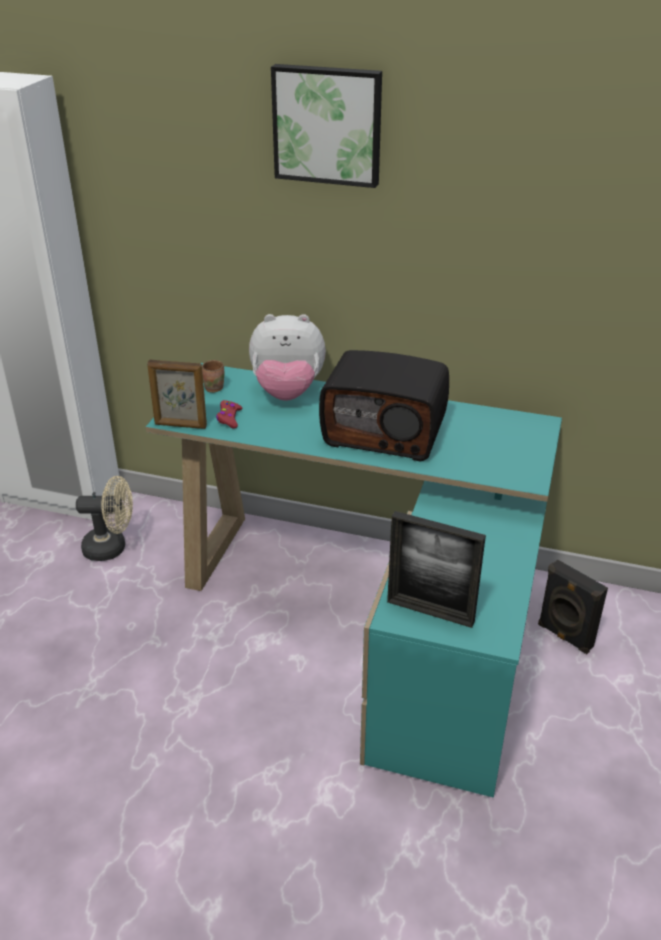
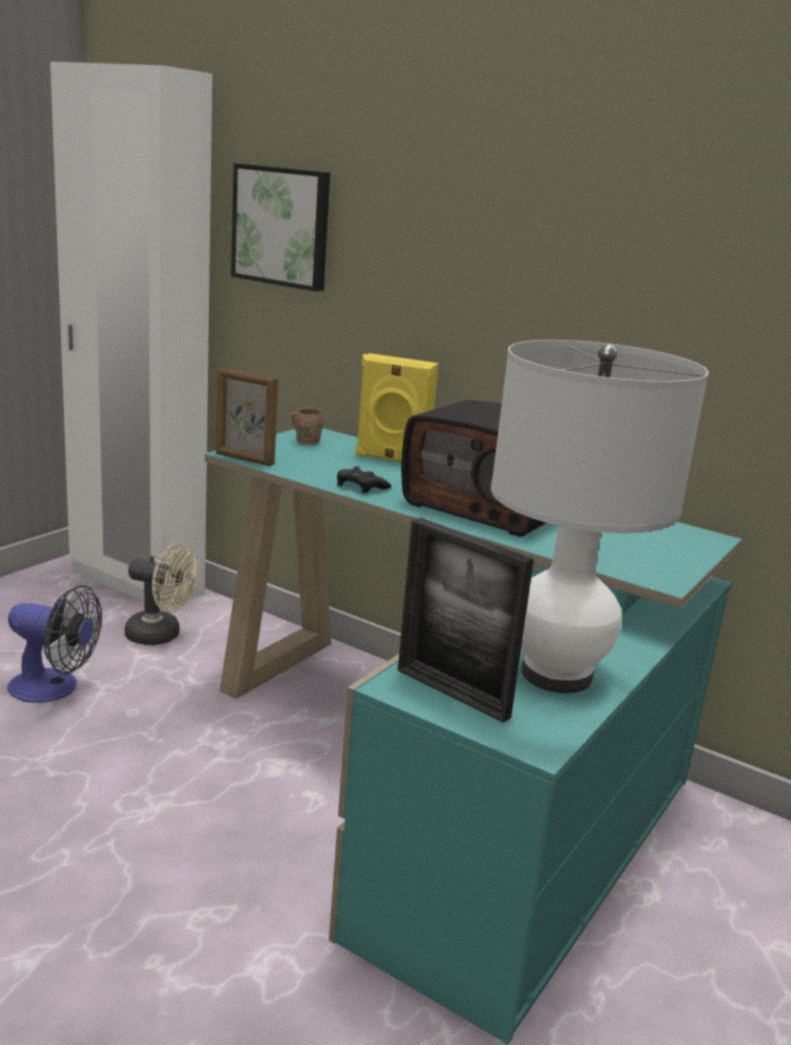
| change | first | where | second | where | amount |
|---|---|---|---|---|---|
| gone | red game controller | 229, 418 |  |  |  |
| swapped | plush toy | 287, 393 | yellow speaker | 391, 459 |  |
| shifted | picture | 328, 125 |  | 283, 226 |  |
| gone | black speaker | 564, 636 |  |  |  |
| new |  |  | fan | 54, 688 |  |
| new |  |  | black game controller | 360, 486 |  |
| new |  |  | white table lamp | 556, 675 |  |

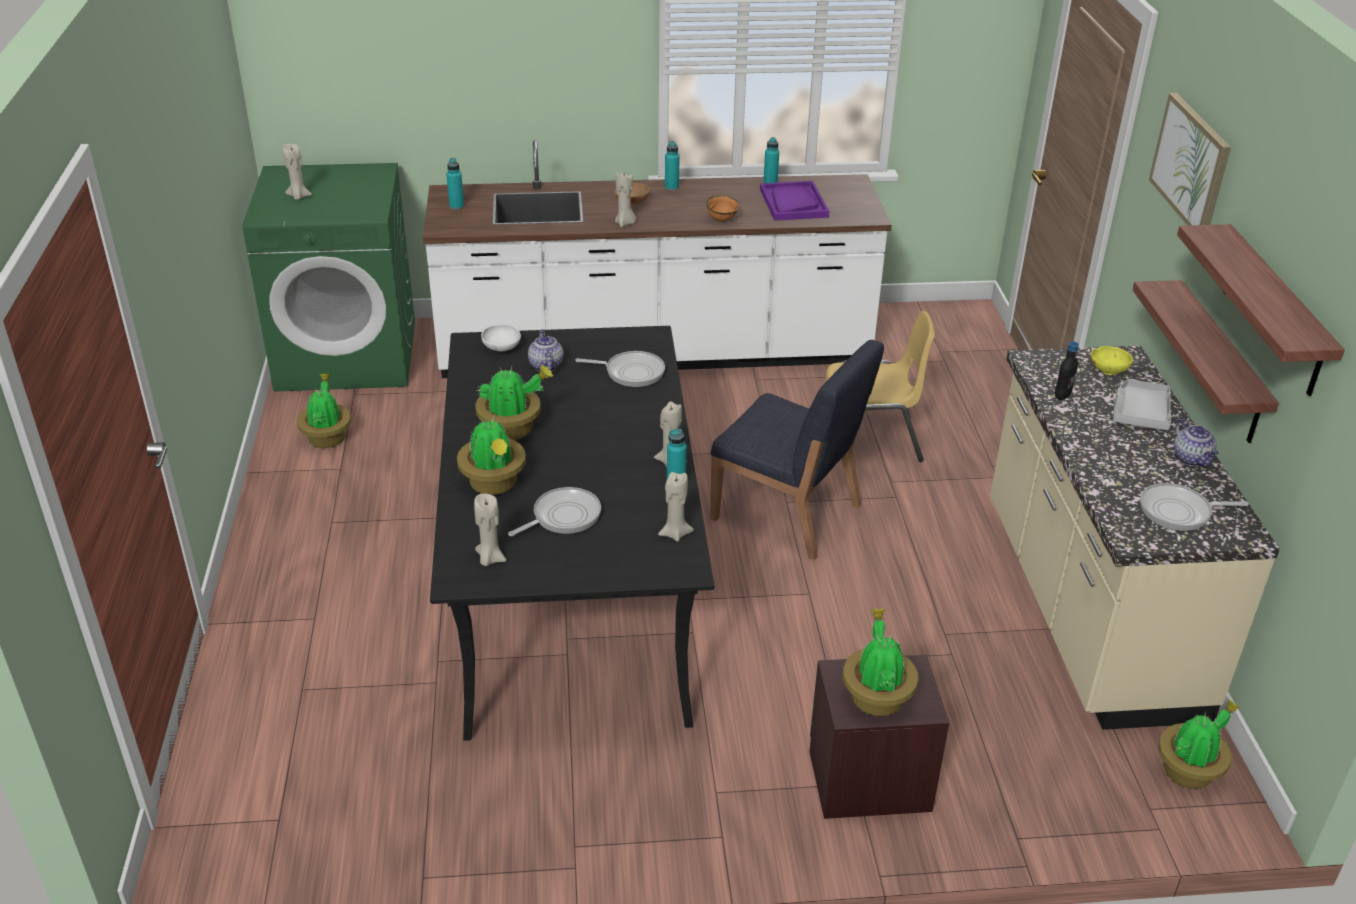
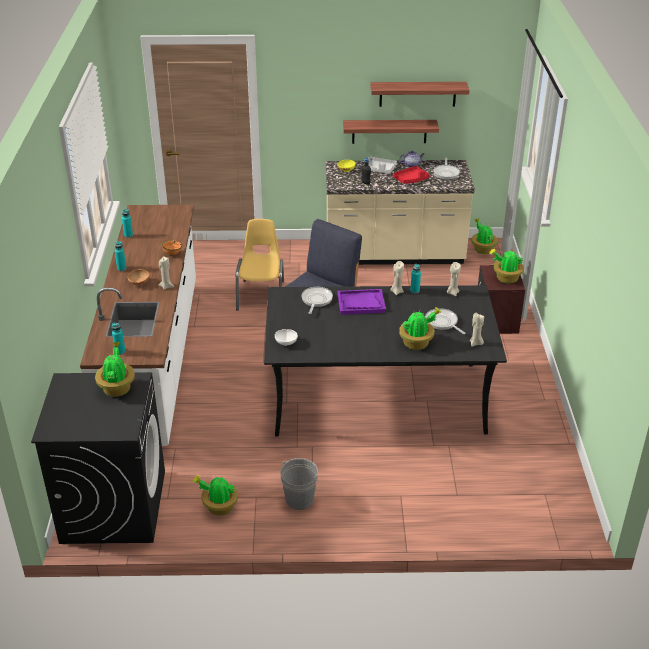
| change | first | where | second | where | amount |
|---|---|---|---|---|---|
| repainted | green washing machine | 348, 355 | black washing machine | 113, 505 |  |
| gone | beige candle | 298, 196 |  |  |  |
| shifted | potted plant | 512, 429 |  | 117, 388 |  |
| gone | teapot | 545, 365 |  |  |  |
| shifted | purple tray | 793, 203 |  | 361, 303 |  |
| gone | picture | 1191, 164 |  |  |  |
| new |  |  | grey bucket | 299, 499 |  |
| new |  |  | red tray | 411, 179 |  |

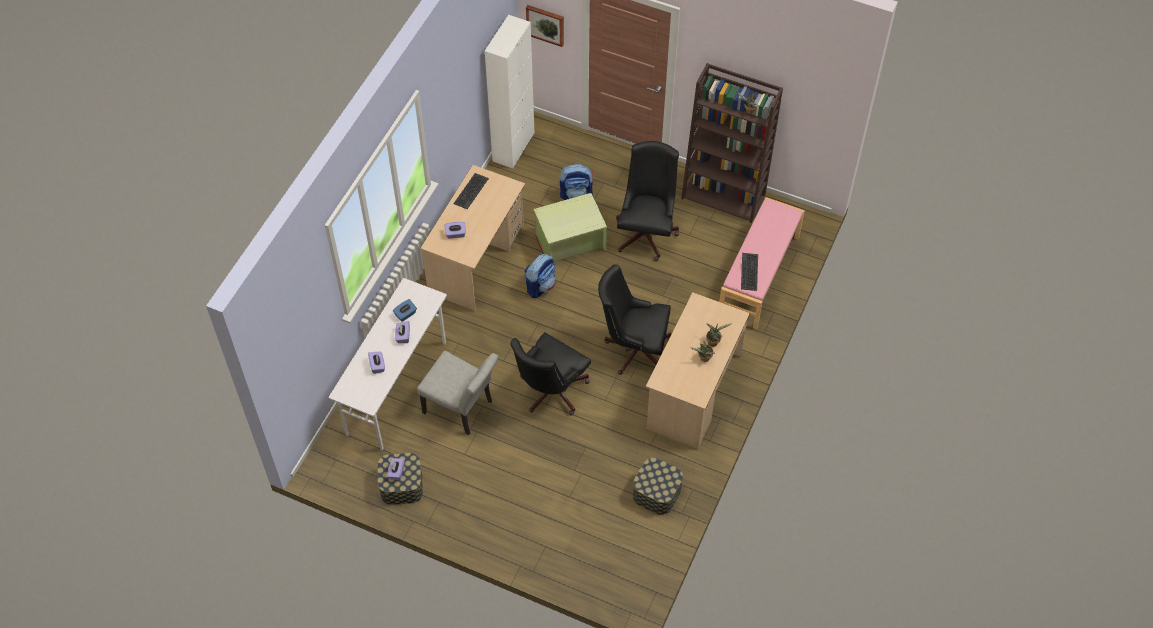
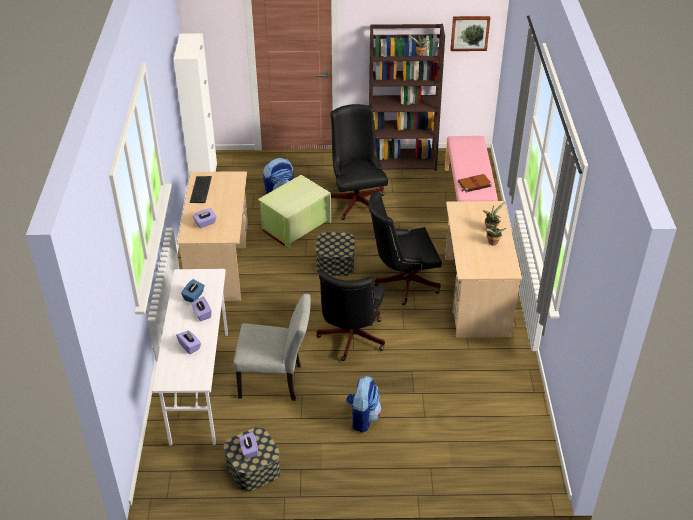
| change | first | where | second | where | amount |
|---|---|---|---|---|---|
| shifted | backpack | 540, 286 |  | 362, 417 |  |
| shifted | picture | 545, 24 |  | 469, 33 |  |
| shifted | storage box | 656, 492 |  | 335, 263 |  |
| swapped | keyboard | 750, 272 | brown book | 474, 184 |  |

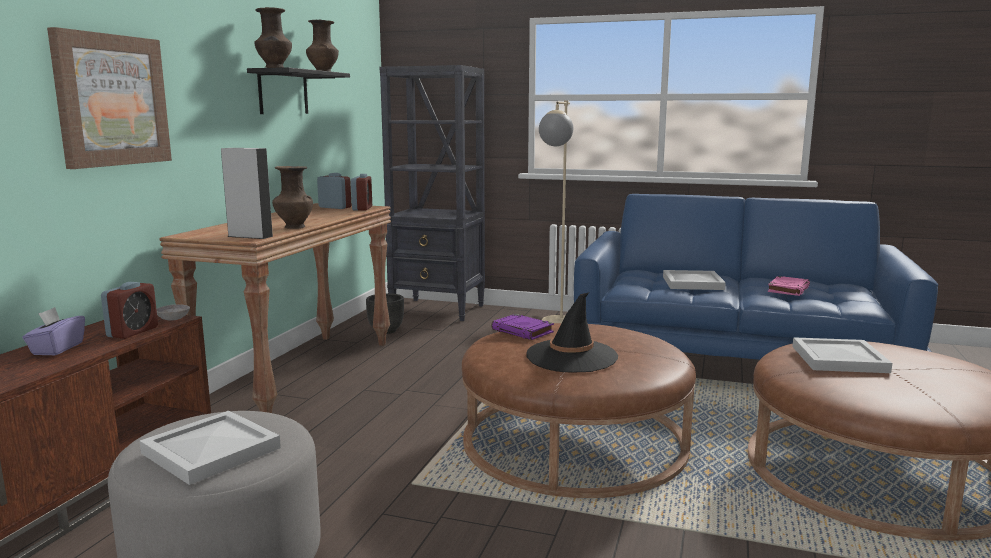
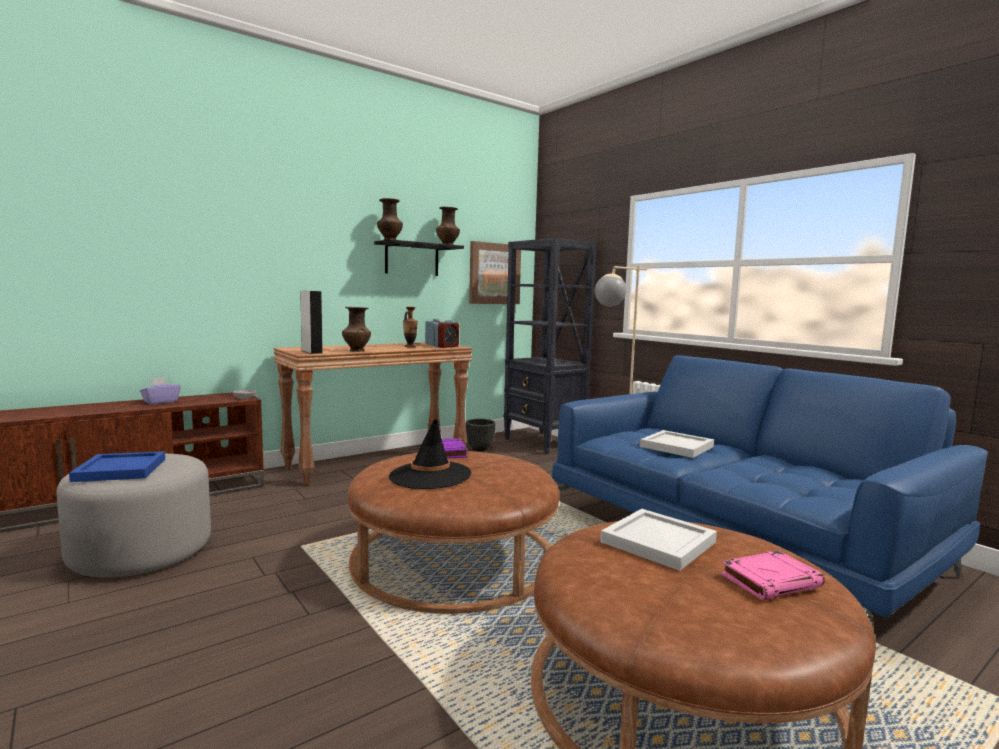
| change | first | where | second | where | amount |
|---|---|---|---|---|---|
| shifted | picture | 111, 100 |  | 494, 273 |  |
| gone | alarm clock | 133, 332 |  |  |  |
| repainted | white tray | 210, 451 | blue tray | 119, 470 |  |
| shifted | pink book | 788, 289 |  | 771, 581 |  |
| new |  |  | vase | 410, 346 |  |

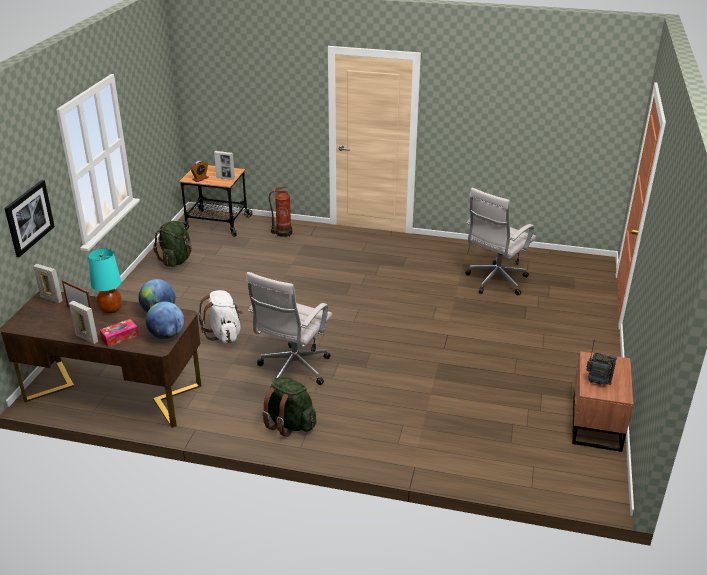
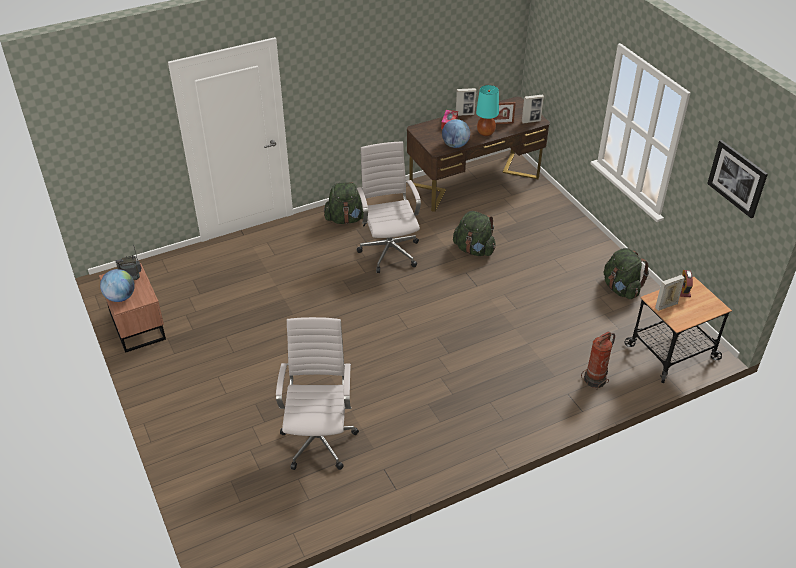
| change | first | where | second | where | amount |
|---|---|---|---|---|---|
| shifted | picture | 29, 217 |  | 737, 178 |  |
| shifted | globe | 167, 335 |  | 120, 297 |  |
| repainted | white backpack | 224, 334 | green backpack | 474, 250 |  |

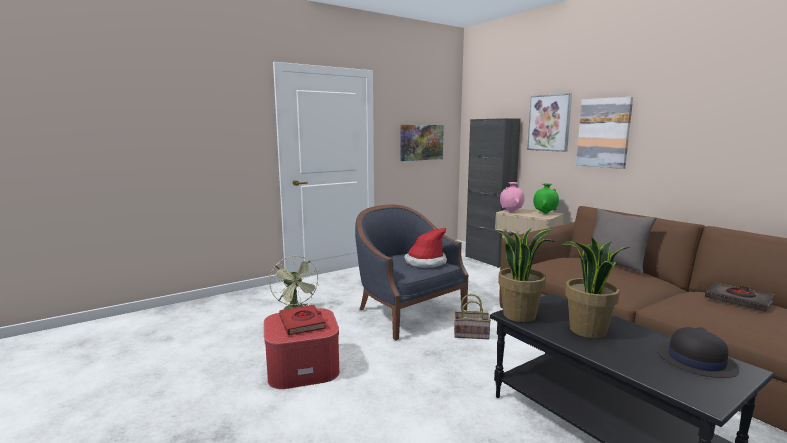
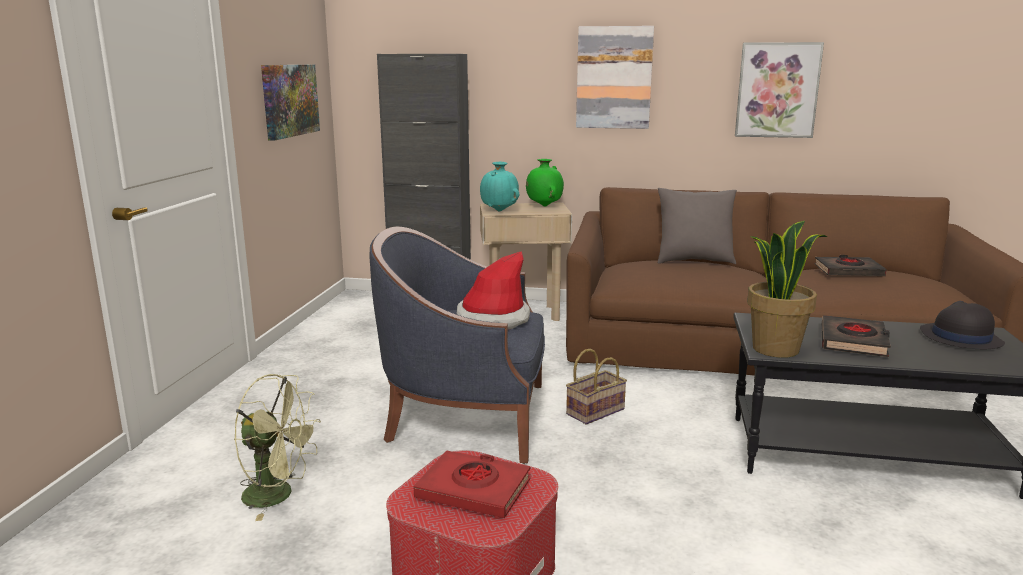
| change | first | where | second | where | amount |
|---|---|---|---|---|---|
| repainted | pink vase | 511, 211 | turquoise vase | 499, 211 |  |
| shifted | picture | 549, 123 |  | 777, 90 |  |
| swapped | potted plant | 587, 331 | black book | 853, 342 |  |

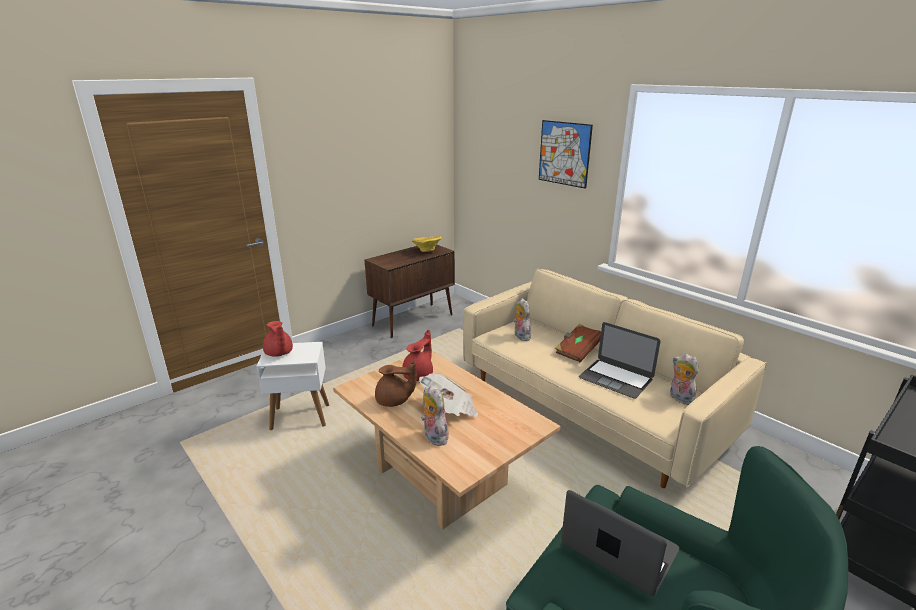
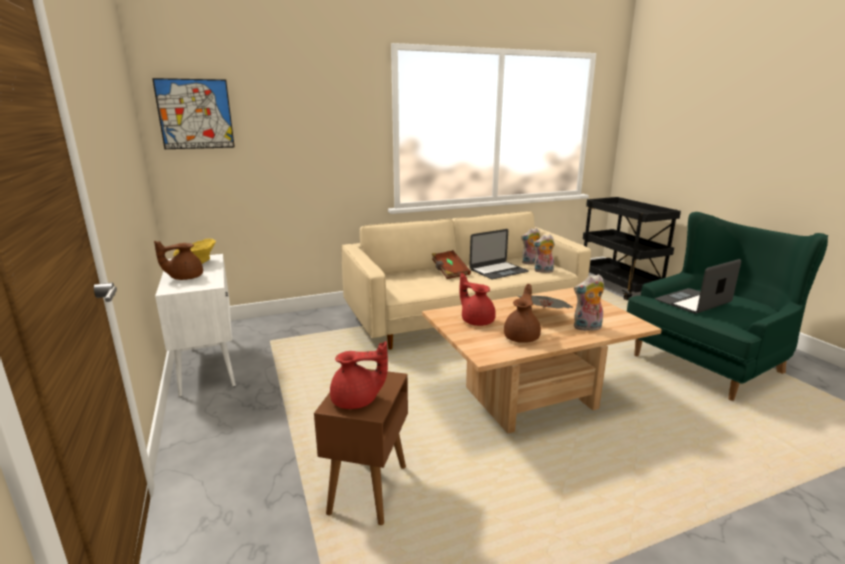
| change | first | where | second | where | amount |
|---|---|---|---|---|---|
| repainted | white side table | 299, 417 | brown side table | 368, 490 |  |
| repainted | brown cabinet | 413, 320 | white cabinet | 208, 364 |  |
| shifted | plush toy | 520, 336 |  | 543, 271 |  |
| shifted | picture | 564, 153 |  | 195, 114 |  |
| new |  |  | brown teapot | 185, 277 |  |

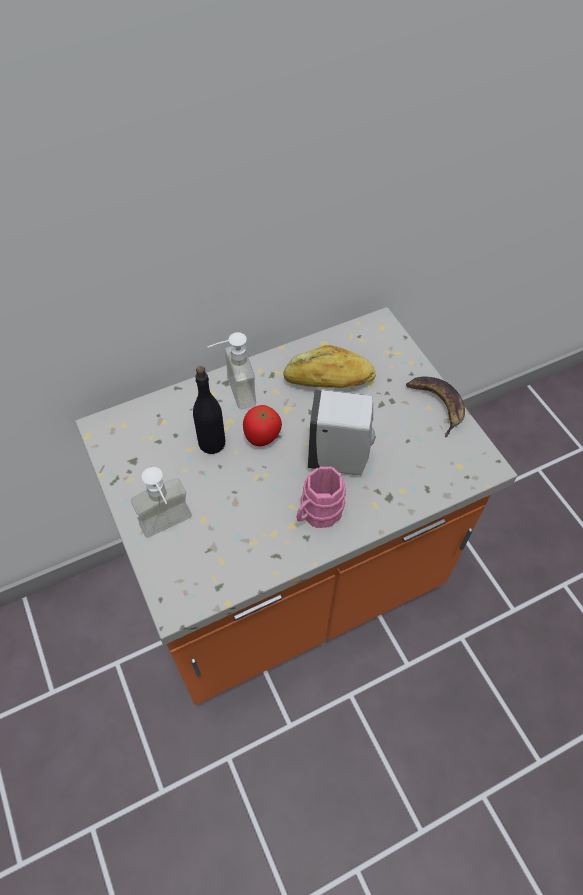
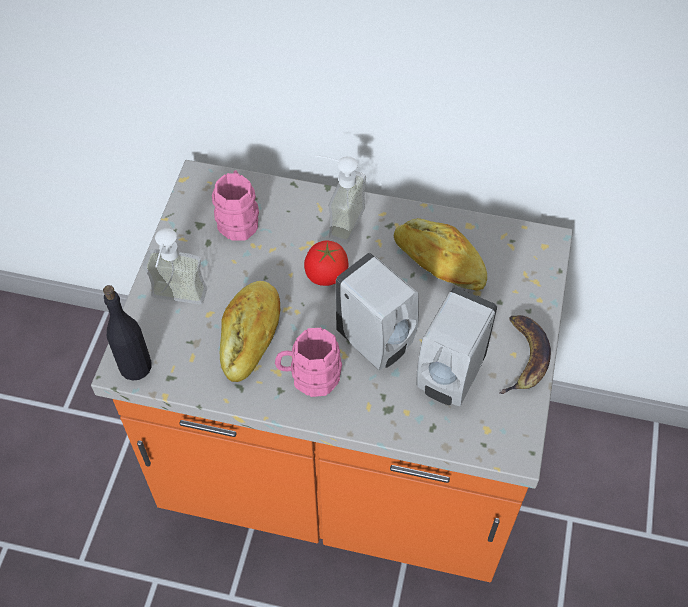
| change | first | where | second | where | amount |
|---|---|---|---|---|---|
| shifted | black bottle | 211, 442 |  | 135, 366 |  |
| new |  |  | pink mug | 238, 218 |  |
| new |  |  | bread | 251, 337 |  |
| new |  |  | white soap dispenser | 449, 379 |  |

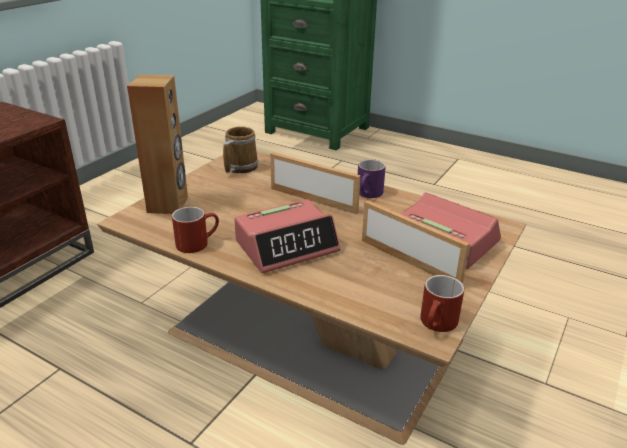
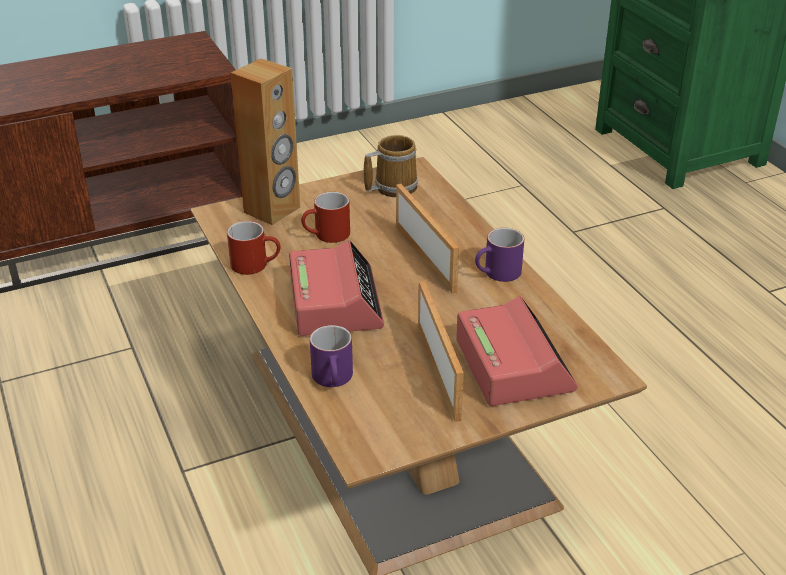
| change | first | where | second | where | amount |
|---|---|---|---|---|---|
| rotated | alarm clock | 287, 246 |  | 335, 302 | 105 degrees counterclockwise |
| shifted | red mug | 437, 325 |  | 326, 236 |  |
| new |  |  | purple mug | 334, 379 |  |

